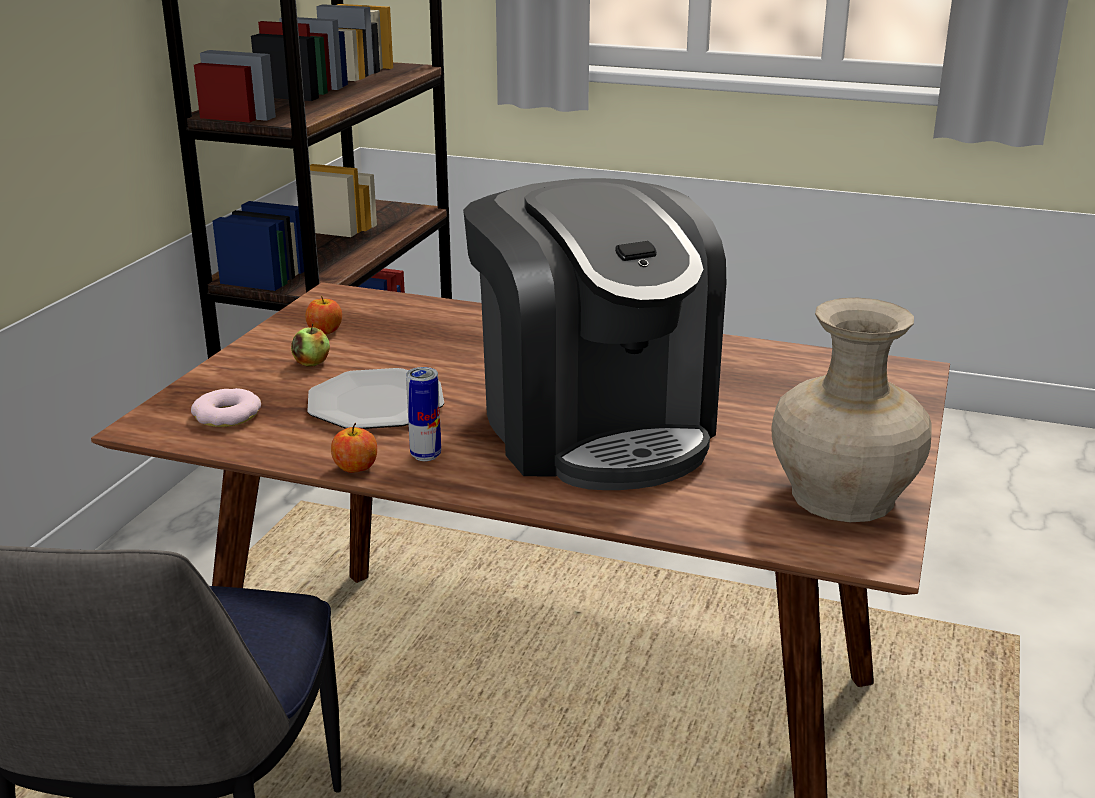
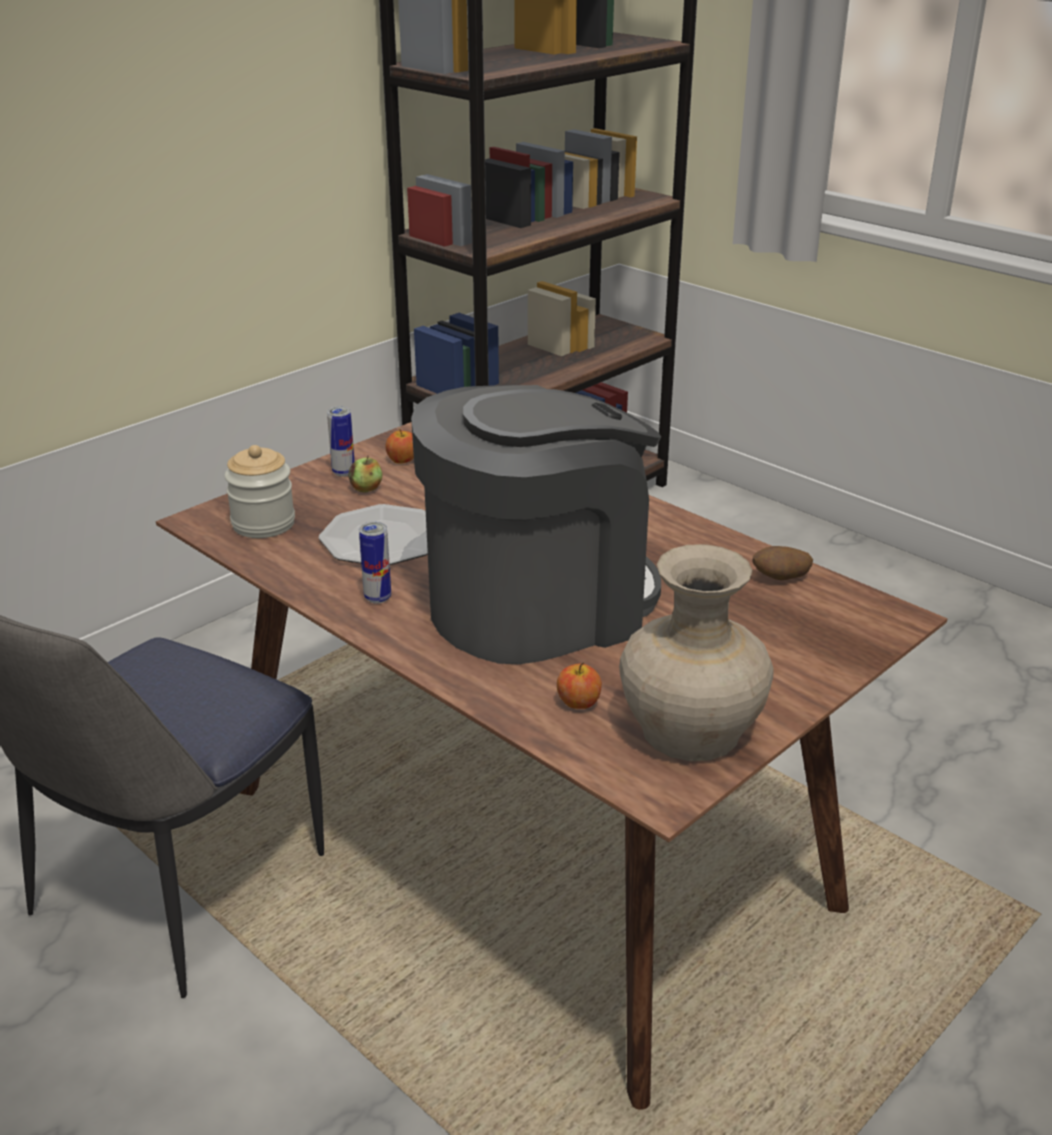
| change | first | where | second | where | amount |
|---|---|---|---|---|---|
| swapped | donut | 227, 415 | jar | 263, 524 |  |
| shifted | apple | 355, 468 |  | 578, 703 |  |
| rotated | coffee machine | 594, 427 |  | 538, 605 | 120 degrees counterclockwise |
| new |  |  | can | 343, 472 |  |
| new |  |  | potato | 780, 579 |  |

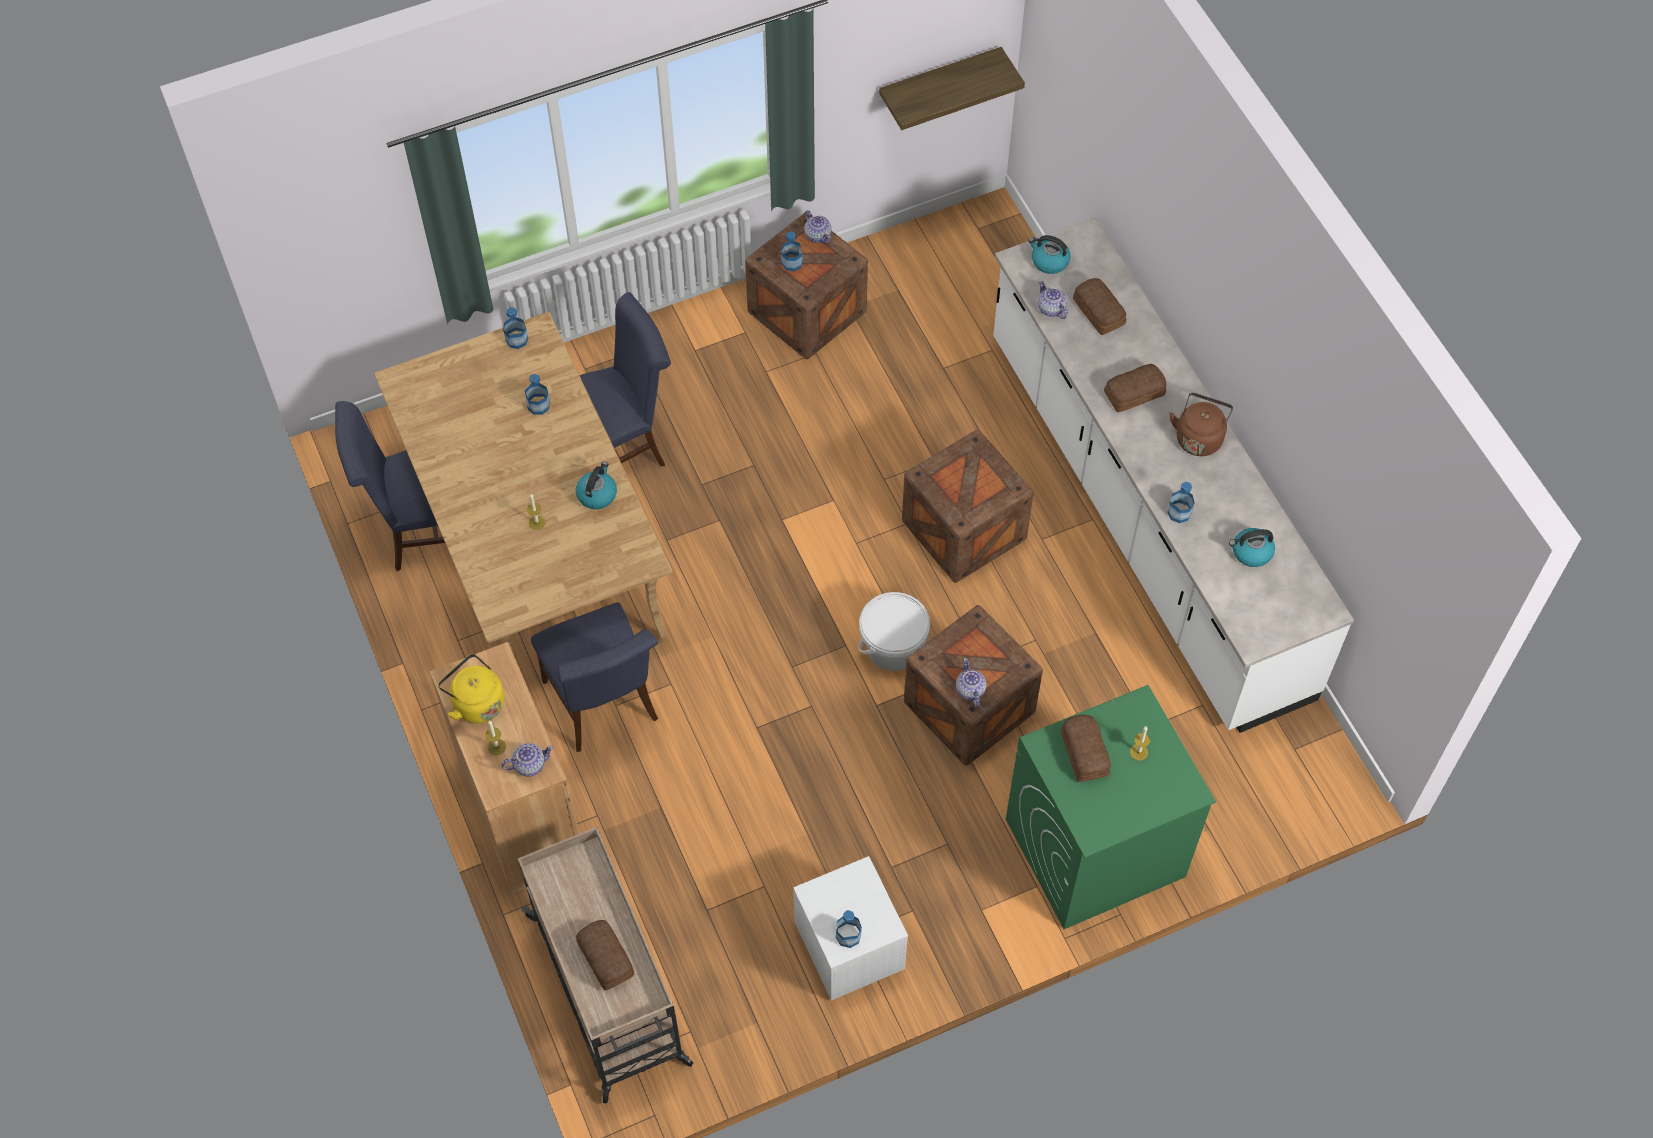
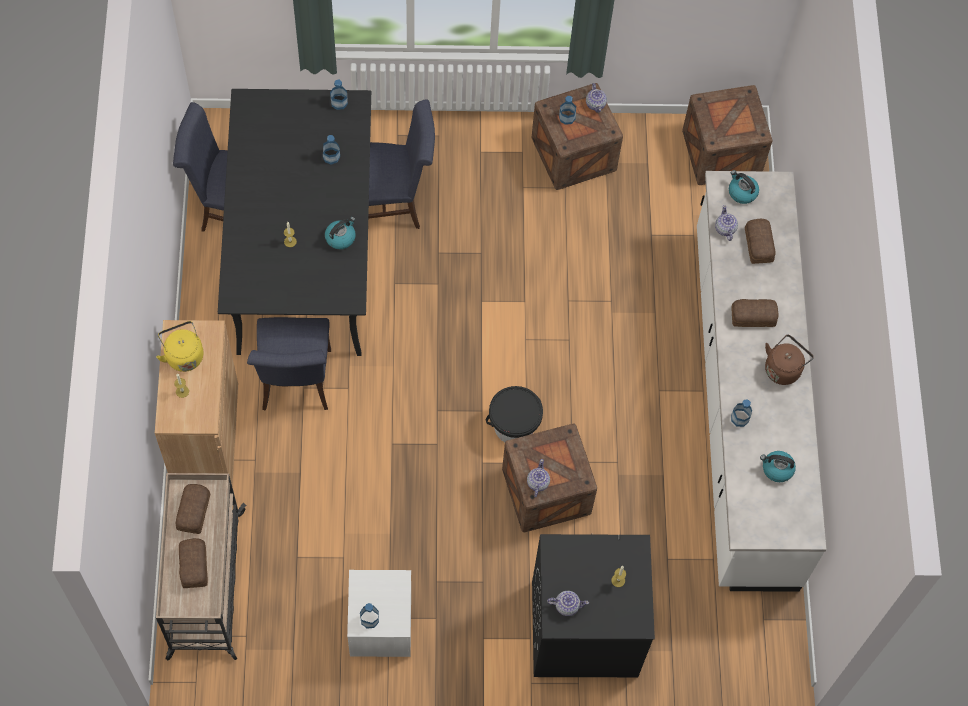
| change | first | where | second | where | amount |
|---|---|---|---|---|---|
| repainted | beige dining table | 534, 546 | black dining table | 302, 251 |  |
| shifted | teapot | 529, 765 |  | 566, 605 |  |
| repainted | white bucket | 893, 647 | black bucket | 514, 426 |  |
| gone | shelf | 939, 82 |  |  |  |
| shifted | crate | 964, 530 |  | 721, 153 |  |
| repainted | green washing machine | 1094, 848 | black washing machine | 583, 629 |  |
| shifted | bread | 1085, 752 |  | 194, 511 |  |

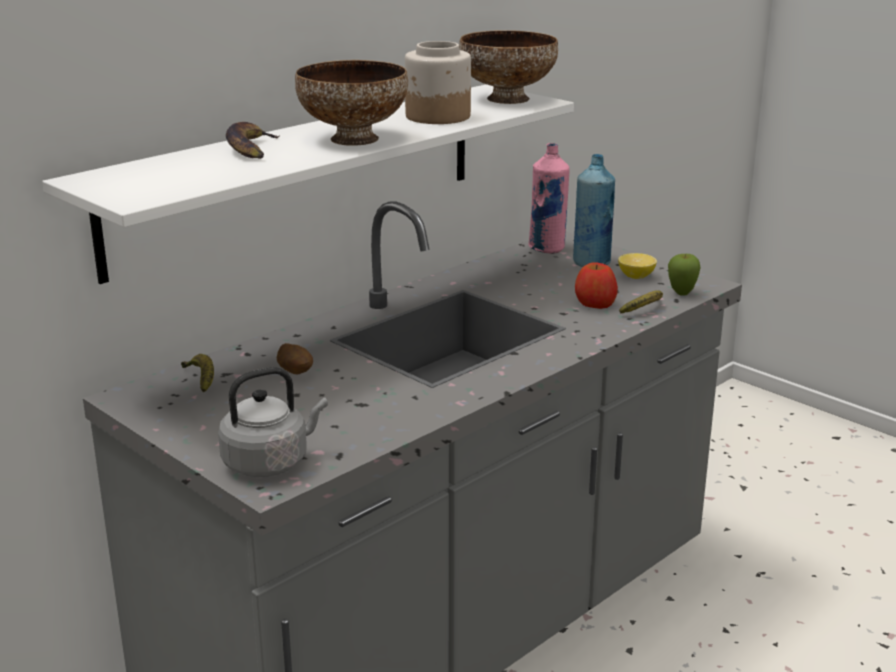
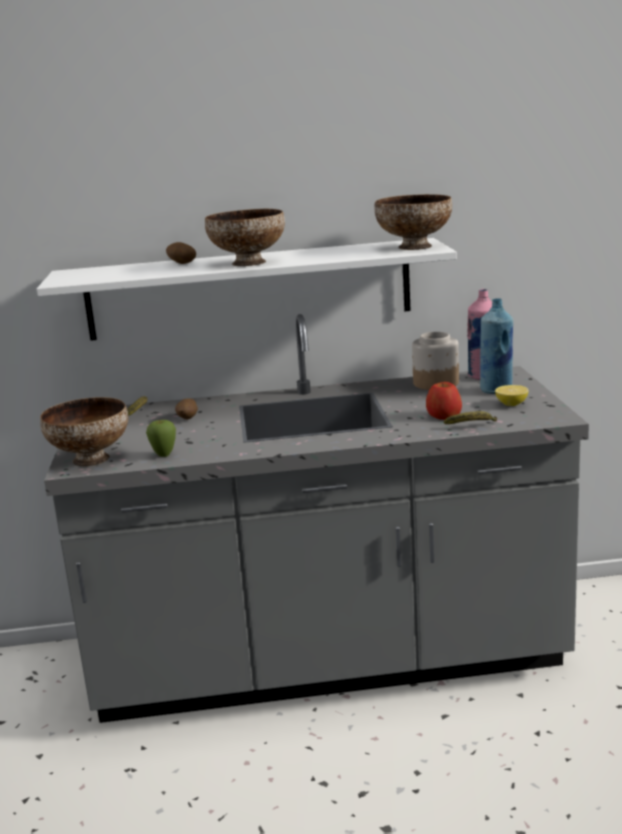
| change | first | where | second | where | amount |
|---|---|---|---|---|---|
| swapped | grey kettle | 270, 462 | bowl | 91, 459 |  |
| swapped | banana | 251, 149 | potato | 182, 264 |  |
| shifted | jar | 438, 117 |  | 435, 383 |  |
| shifted | apple | 681, 294 |  | 164, 455 |  |

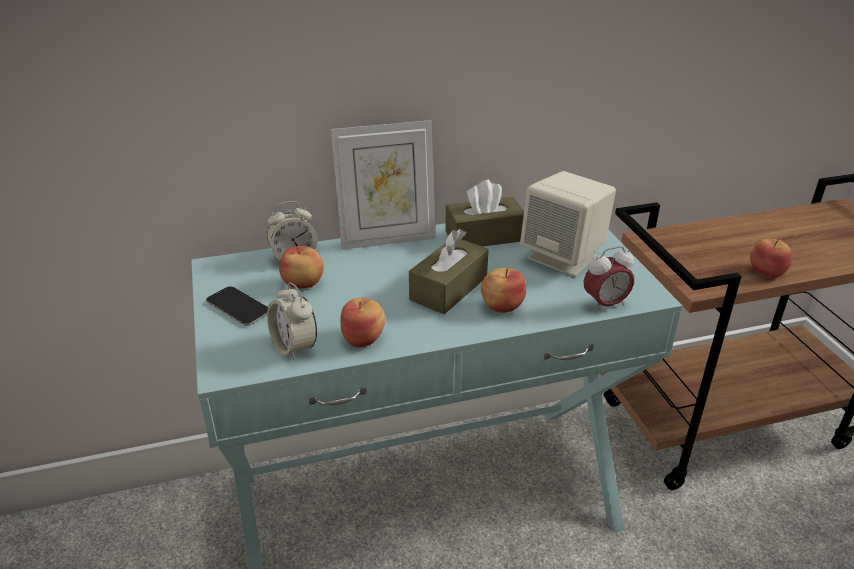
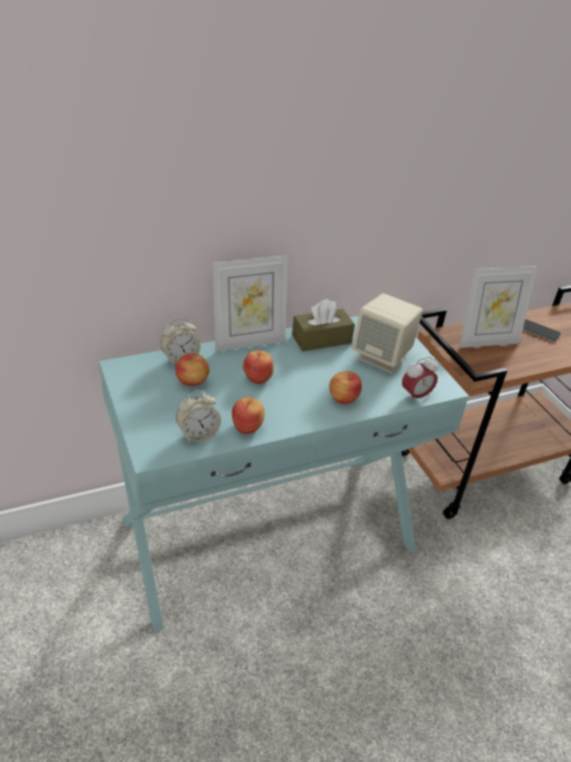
| change | first | where | second | where | amount |
|---|---|---|---|---|---|
| shifted | phone | 238, 307 |  | 538, 331 |  |
| rotated | alarm clock | 294, 347 |  | 198, 434 | 75 degrees counterclockwise |
| gone | brown tissue box | 448, 288 |  |  |  |
| shifted | apple | 767, 271 |  | 258, 377 |  |
| new |  |  | picture frame | 486, 341 |  |

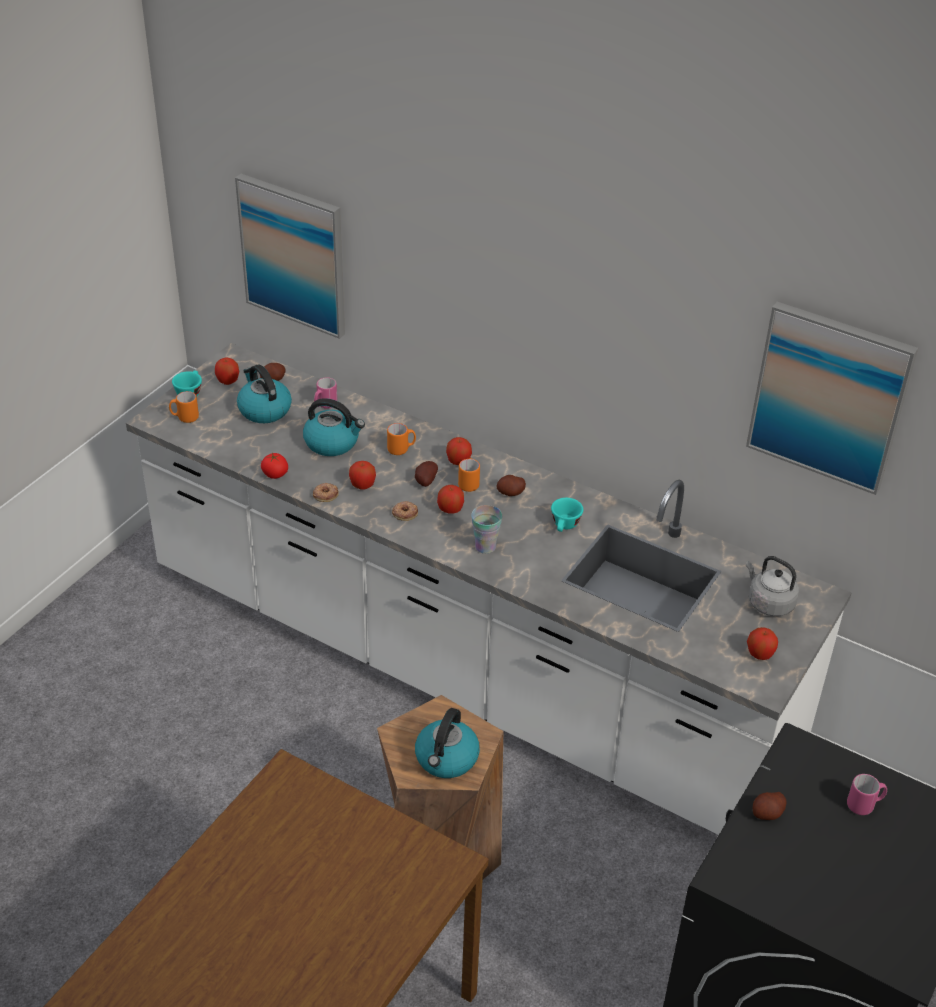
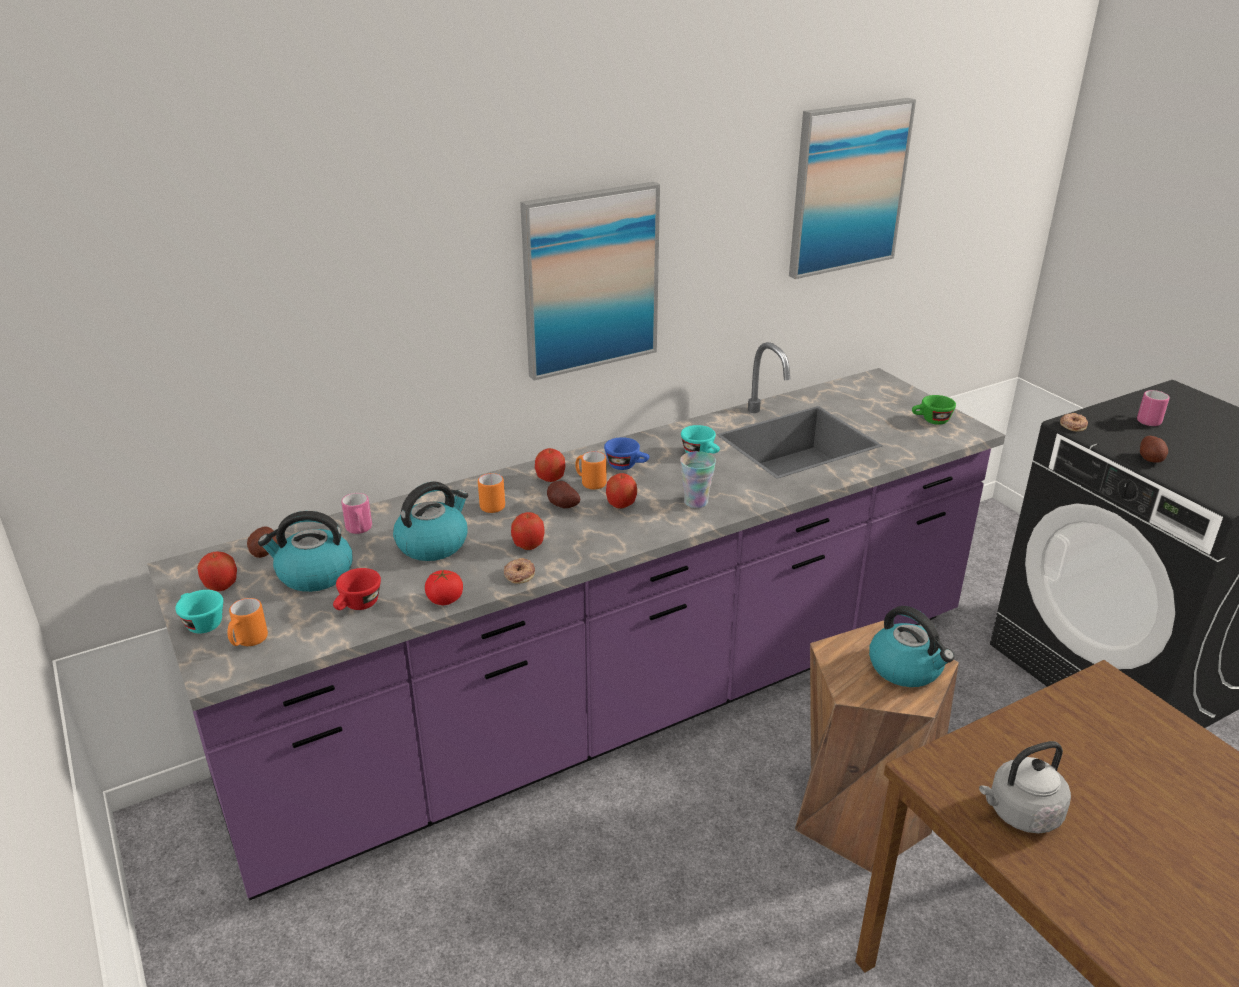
| change | first | where | second | where | amount |
|---|---|---|---|---|---|
| repainted | white counter | 463, 666 | purple counter | 619, 703 |  |
| shifted | picture | 293, 255 |  | 590, 280 |  |
| shifted | donut | 405, 513 |  | 1073, 425 |  |
| swapped | potato | 510, 493 | blue cup | 627, 466 |  |
| shifted | grey kettle | 768, 603 |  | 1020, 813 |  |
| swapped | apple | 760, 654 | green cup | 931, 421 |  |
| new |  |  | red cup | 357, 606 |  |

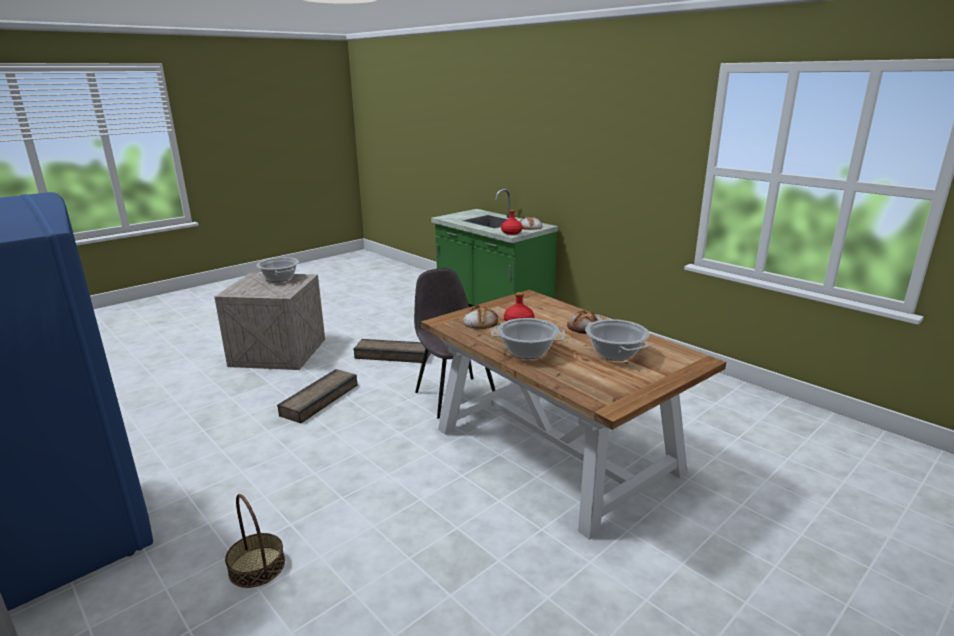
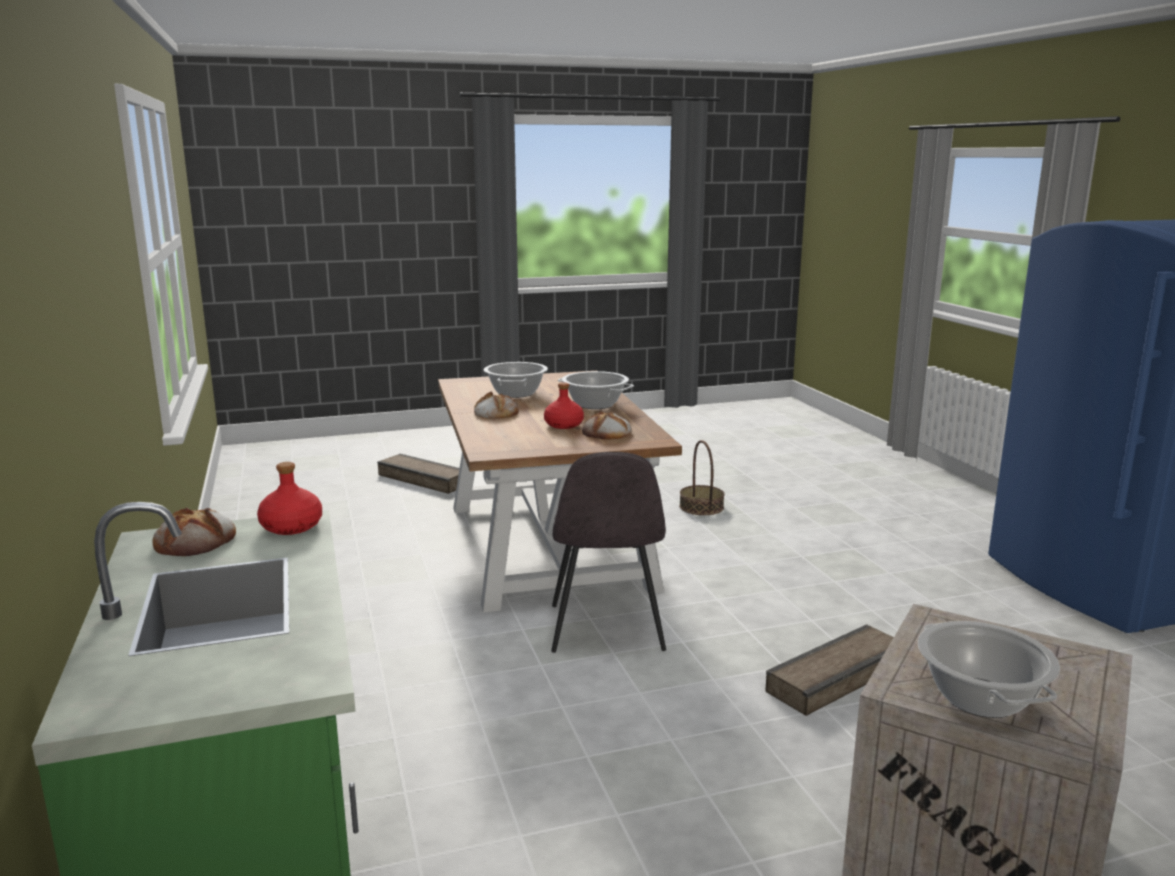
| change | first | where | second | where | amount |
|---|---|---|---|---|---|
| shifted | basket | 256, 566 |  | 701, 507 |  |
| shifted | crate | 393, 355 |  | 423, 480 |  |

